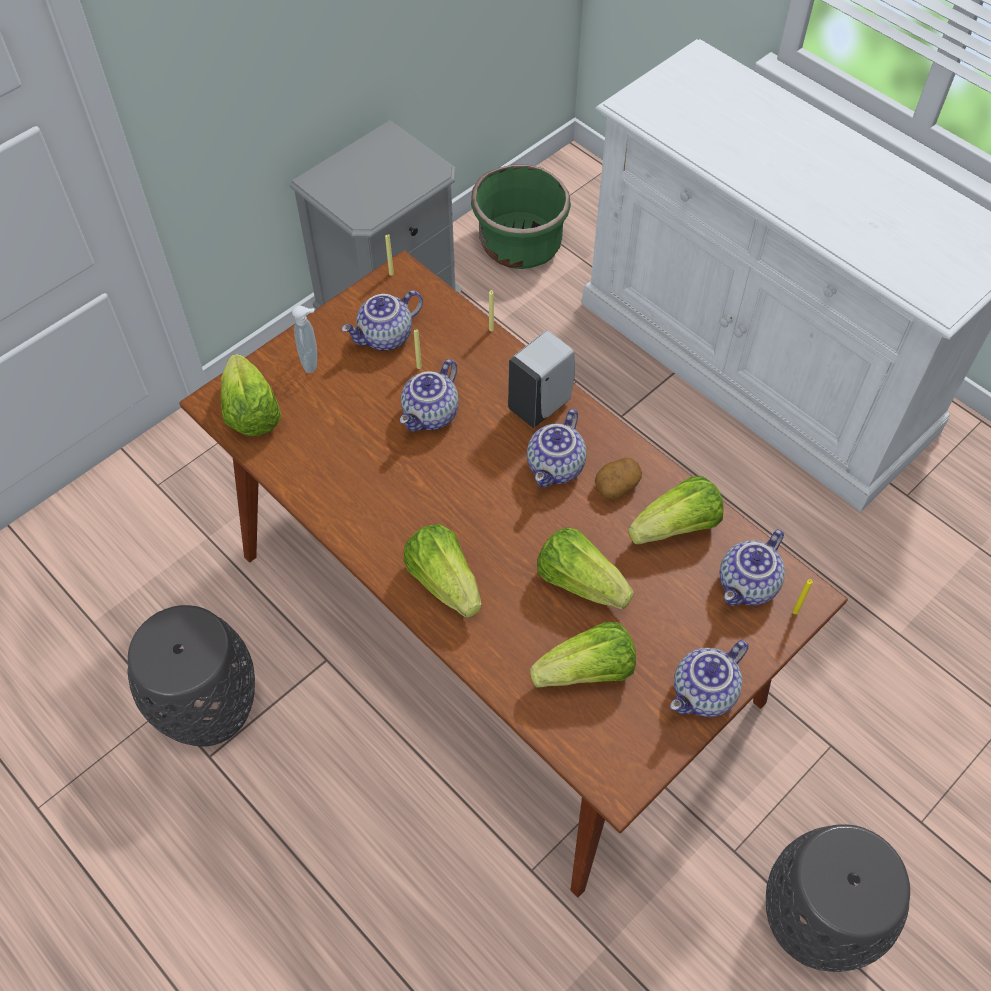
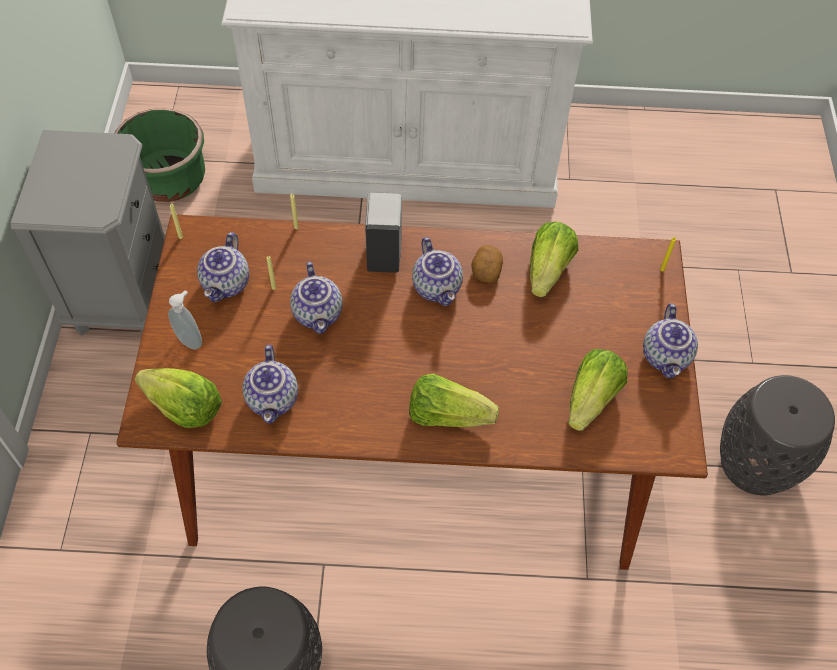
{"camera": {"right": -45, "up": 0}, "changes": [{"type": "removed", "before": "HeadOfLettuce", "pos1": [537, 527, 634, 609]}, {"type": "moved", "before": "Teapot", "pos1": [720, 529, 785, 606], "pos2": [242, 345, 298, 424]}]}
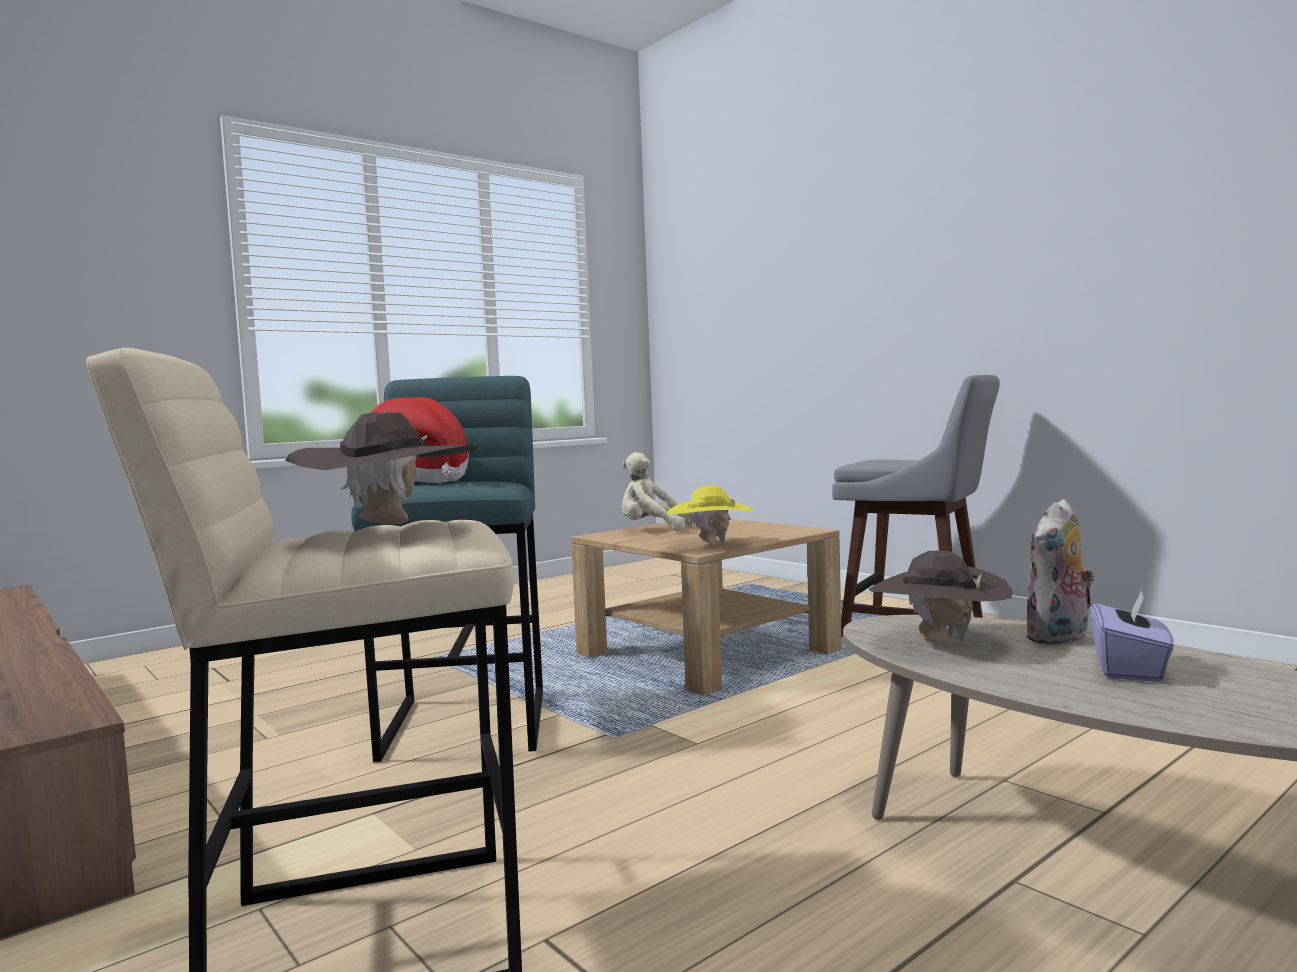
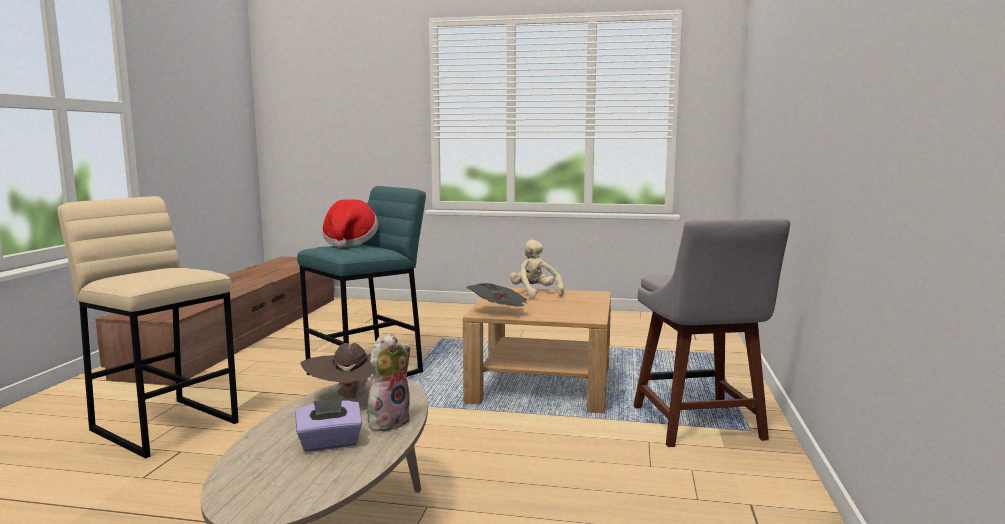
{"camera": {"right": 50, "up": 5}, "changes": [{"type": "removed", "before": "BrownishWearableHat", "pos1": [285, 412, 479, 525]}, {"type": "replaced", "before": "YellowWearableHat", "after": "PrintedPaper", "pos1": [667, 486, 754, 545], "pos2": [467, 283, 527, 307]}, {"type": "turned", "before": "PlushToy", "pos1": [1025, 499, 1095, 645], "pos2": [367, 333, 410, 432], "turn": 120}]}
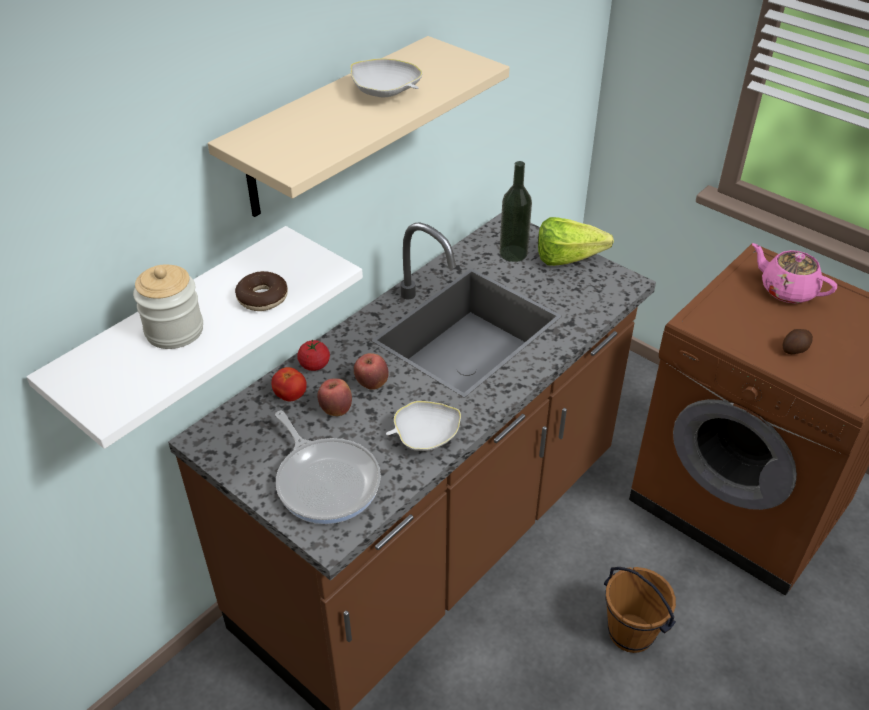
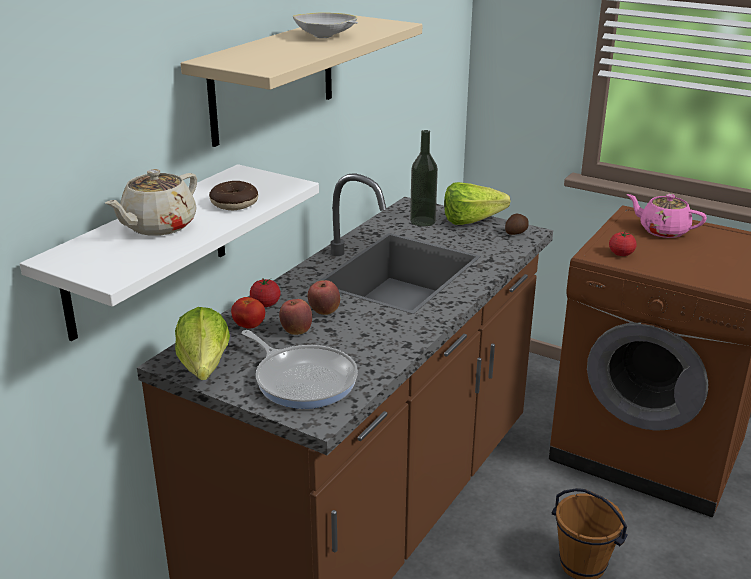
{"camera": {"right": -10, "up": -15}, "changes": [{"type": "replaced", "before": "Jar", "after": "BeigeTeapot", "pos1": [133, 264, 203, 349], "pos2": [105, 169, 197, 236]}, {"type": "removed", "before": "WhiteDeepDish", "pos1": [386, 401, 461, 451]}, {"type": "moved", "before": "WholePotato", "pos1": [783, 329, 813, 354], "pos2": [505, 214, 529, 235]}, {"type": "added", "after": "HeadOfLettuce", "pos2": [175, 307, 230, 380]}, {"type": "added", "after": "Tomato", "pos2": [609, 232, 637, 256]}]}
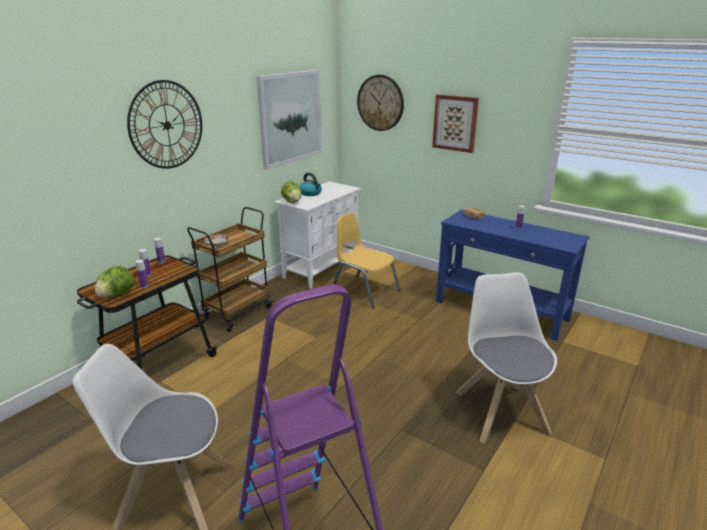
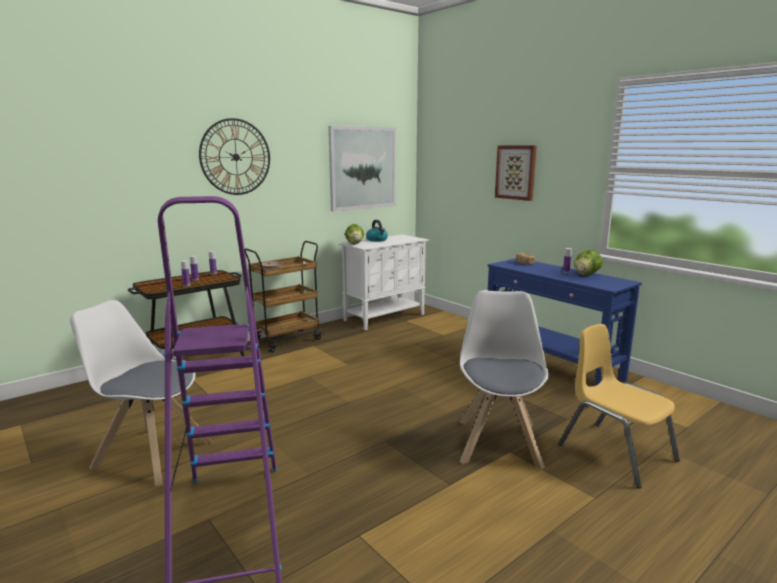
{"camera": {"right": 15, "up": -10}, "changes": [{"type": "moved", "before": "HeadOfLettuce", "pos1": [95, 266, 134, 298], "pos2": [574, 250, 603, 275]}, {"type": "moved", "before": "YellowUprightChair", "pos1": [333, 213, 400, 308], "pos2": [558, 324, 680, 489]}, {"type": "removed", "before": "ClockOnTheWall", "pos1": [357, 75, 404, 131]}]}
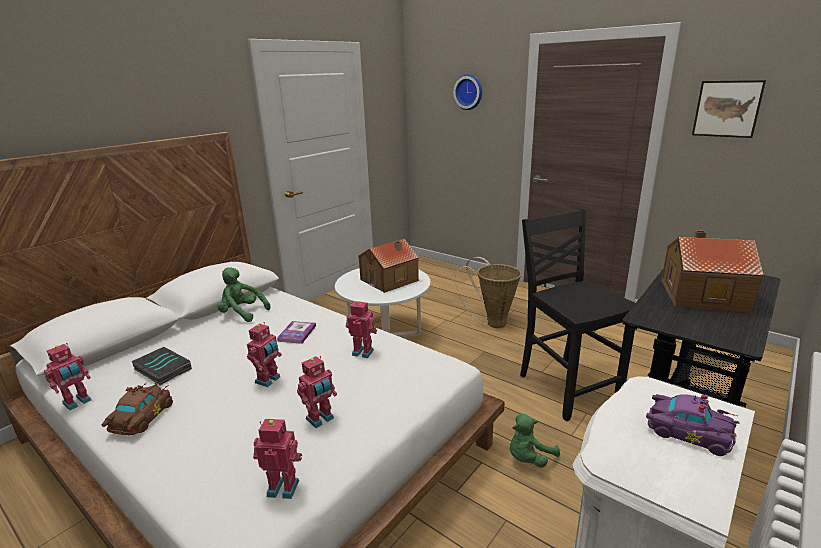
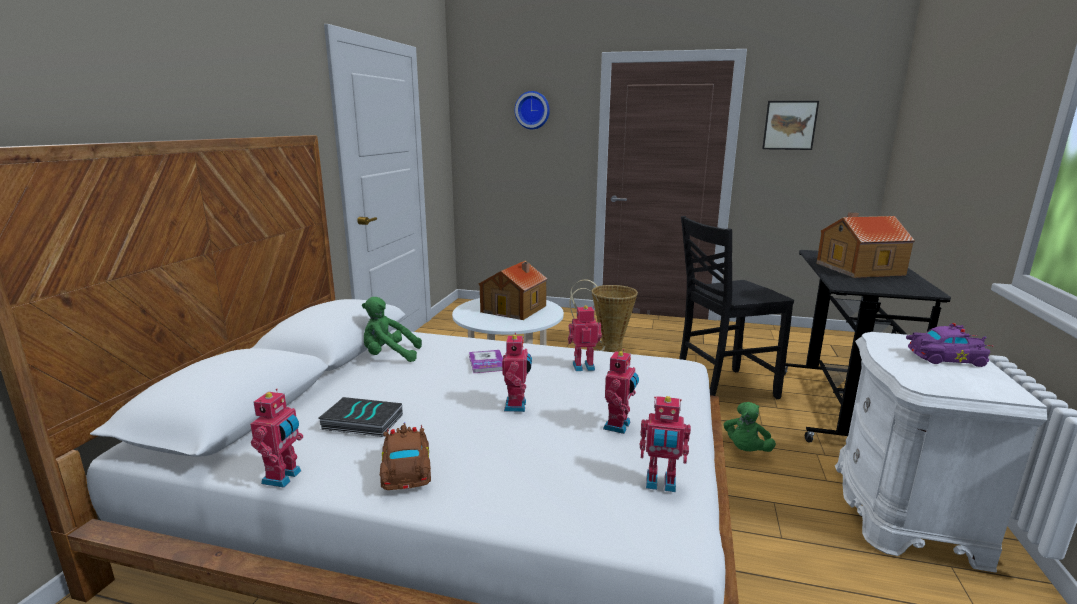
{"camera": {"right": -25, "up": -5}, "changes": [{"type": "turned", "before": "ToyRobot", "pos1": [253, 419, 302, 499], "pos2": [640, 396, 691, 492], "turn": -150}, {"type": "turned", "before": "BlackishUprightChair", "pos1": [520, 209, 635, 421], "pos2": [679, 216, 794, 399], "turn": -60}]}
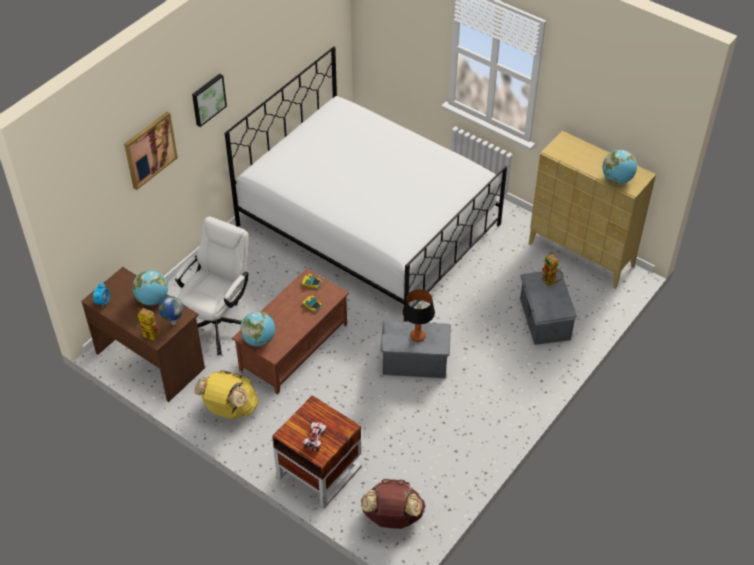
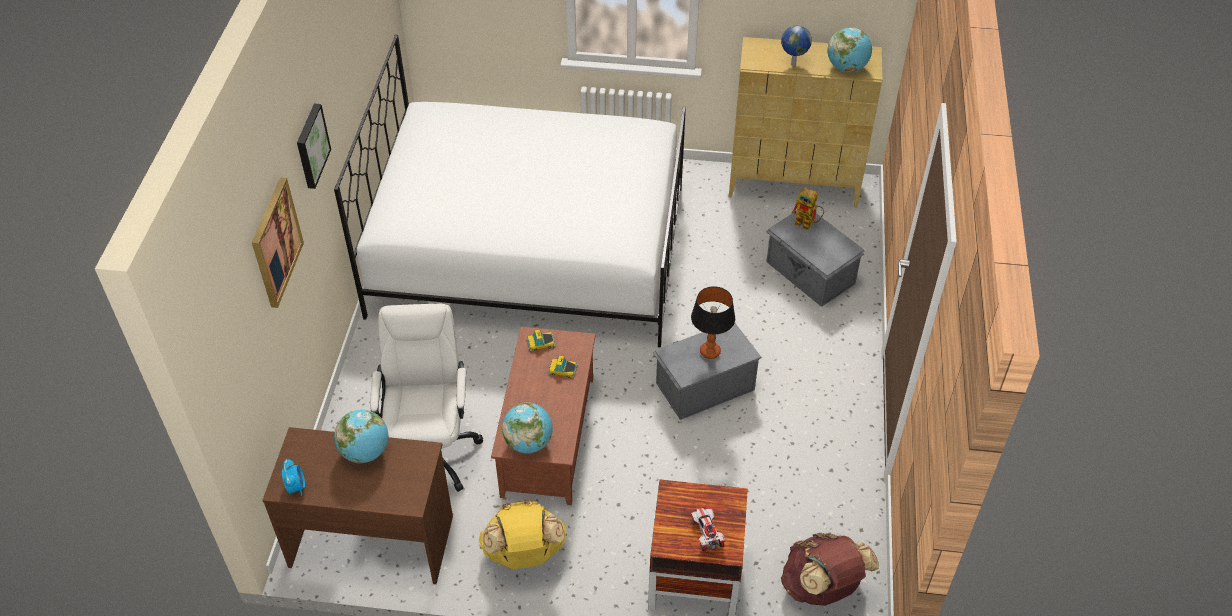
{"camera": {"right": -30, "up": 0}, "changes": [{"type": "removed", "before": "ToyRobot", "pos1": [133, 308, 160, 341]}, {"type": "moved", "before": "DeskGlobe", "pos1": [158, 296, 184, 325], "pos2": [781, 25, 812, 66]}]}
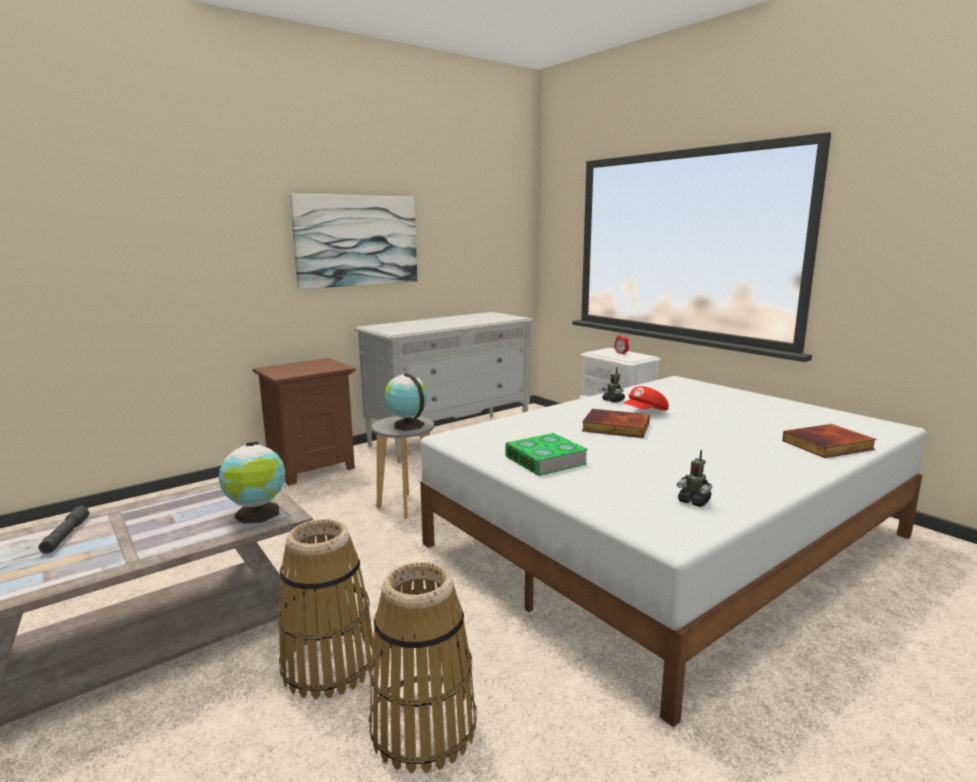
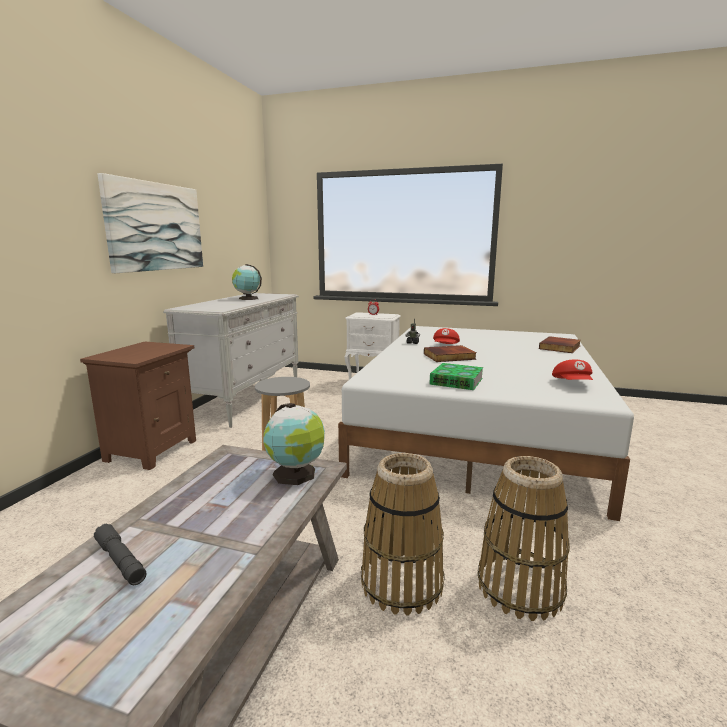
{"camera": {"right": -35, "up": 0}, "changes": [{"type": "moved", "before": "DeskGlobe", "pos1": [385, 373, 427, 431], "pos2": [232, 264, 262, 300]}, {"type": "replaced", "before": "ToyRobot", "after": "RedCap", "pos1": [677, 450, 712, 507], "pos2": [552, 359, 593, 380]}]}
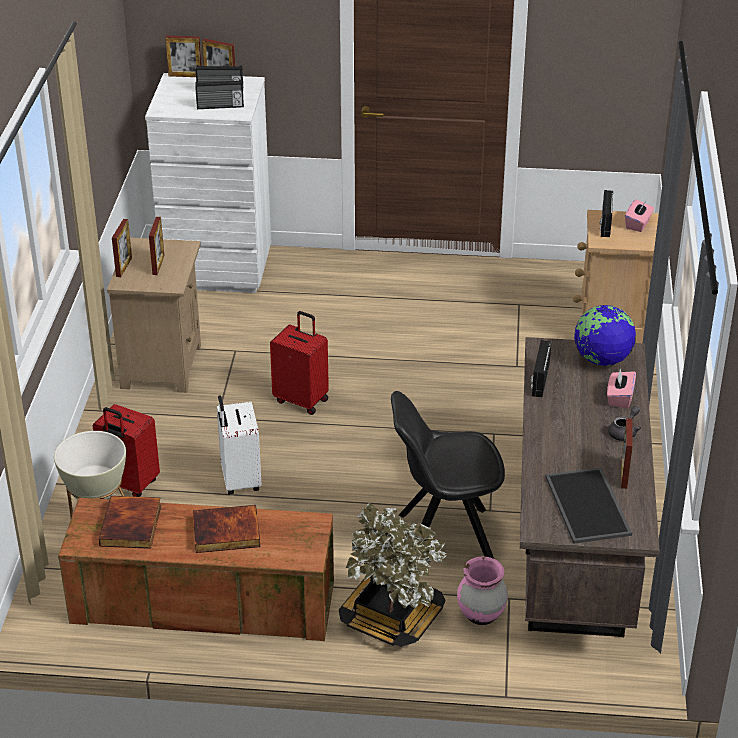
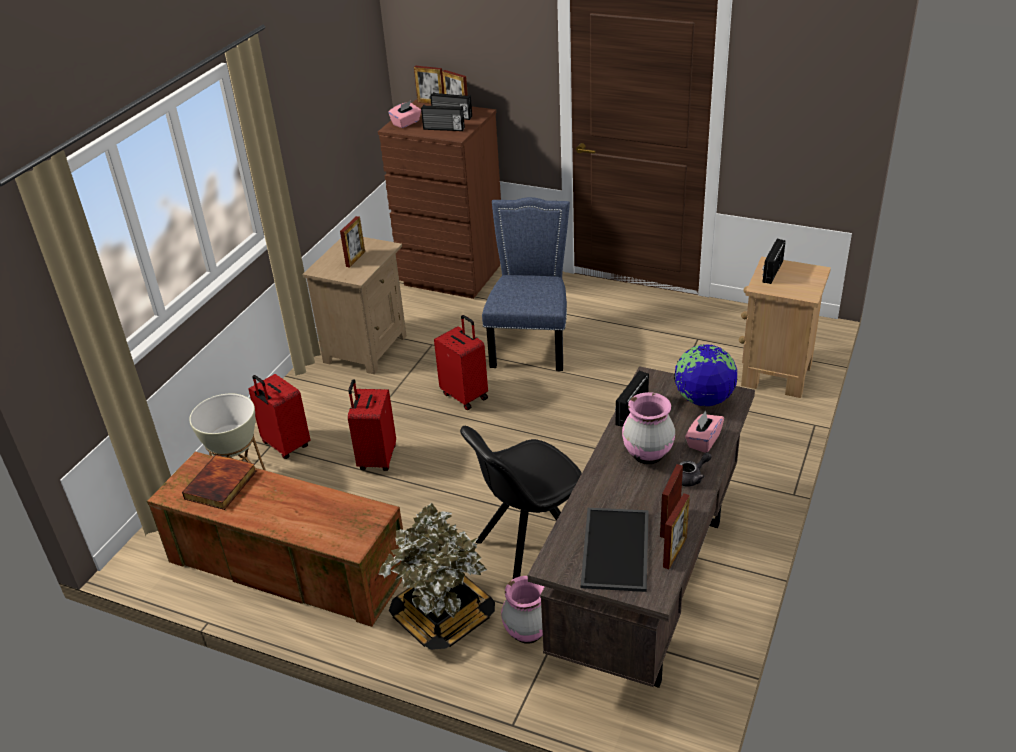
{"camera": {"right": 20, "up": 0}, "changes": [{"type": "moved", "before": "PictureFrame", "pos1": [112, 219, 132, 277], "pos2": [663, 493, 690, 569]}, {"type": "recoloured", "before": "WhiteDresser", "after": "BrownishDresser", "pos1": [145, 73, 271, 293], "pos2": [378, 100, 501, 299]}, {"type": "removed", "before": "BoundBook", "pos1": [193, 505, 260, 553]}, {"type": "recoloured", "before": "WhiteTravelCase", "after": "RedTravelCase", "pos1": [217, 395, 262, 494], "pos2": [348, 379, 396, 471]}, {"type": "turned", "before": "BlackishUprightChair", "pos1": [391, 391, 505, 559], "pos2": [460, 426, 582, 579], "turn": -45}, {"type": "moved", "before": "PinkTissueHolder", "pos1": [625, 199, 654, 232], "pos2": [388, 101, 421, 128]}, {"type": "added", "after": "BlueColouredUprightChair", "pos2": [482, 197, 570, 371]}, {"type": "added", "after": "PinkVase", "pos2": [622, 392, 675, 464]}]}
